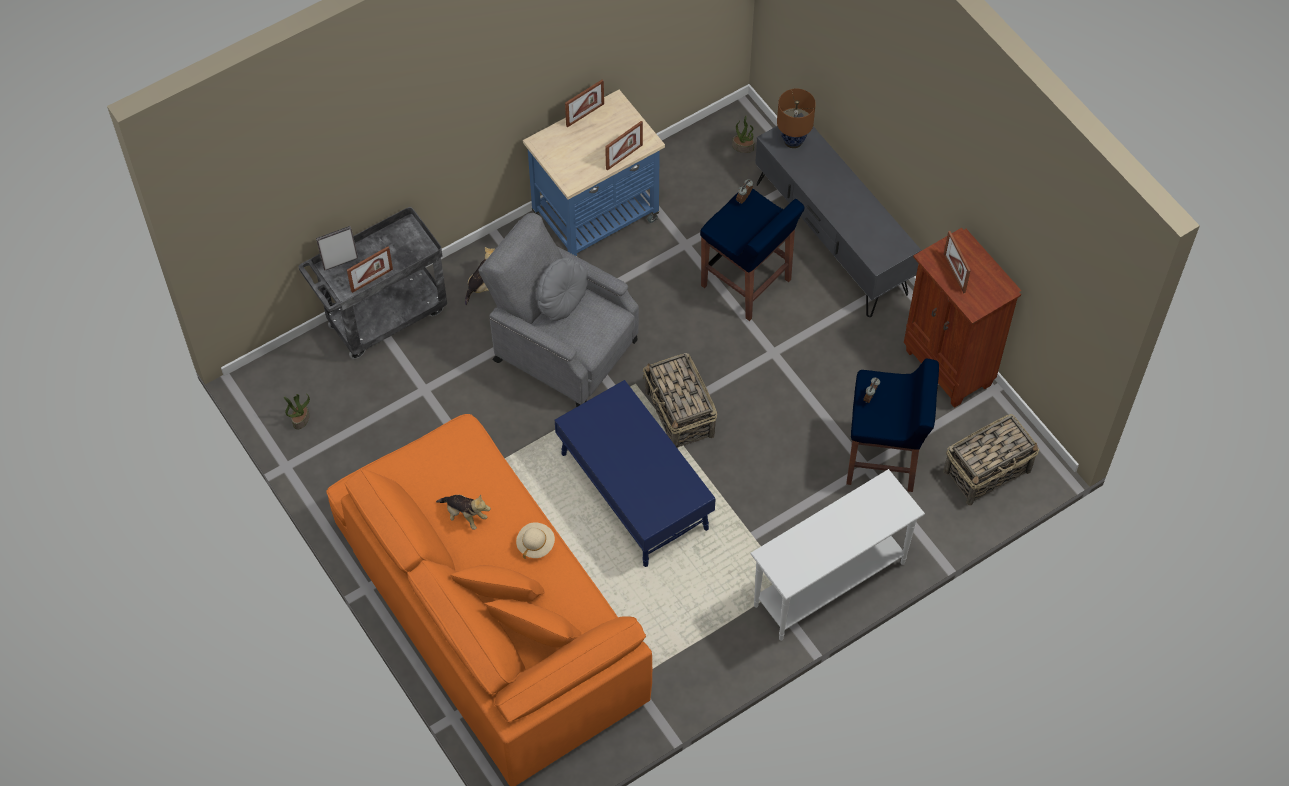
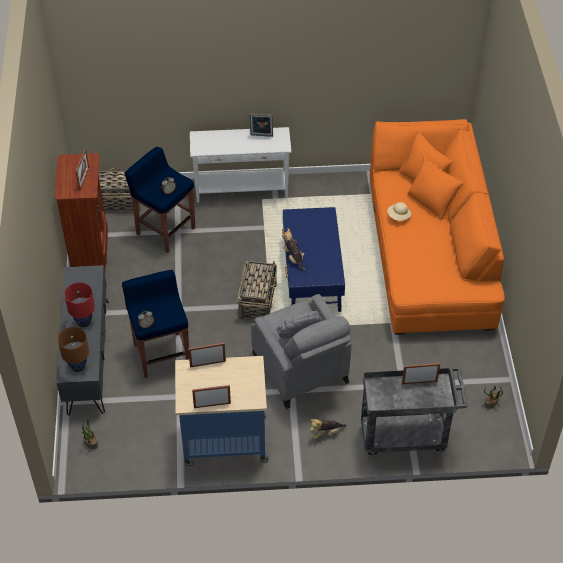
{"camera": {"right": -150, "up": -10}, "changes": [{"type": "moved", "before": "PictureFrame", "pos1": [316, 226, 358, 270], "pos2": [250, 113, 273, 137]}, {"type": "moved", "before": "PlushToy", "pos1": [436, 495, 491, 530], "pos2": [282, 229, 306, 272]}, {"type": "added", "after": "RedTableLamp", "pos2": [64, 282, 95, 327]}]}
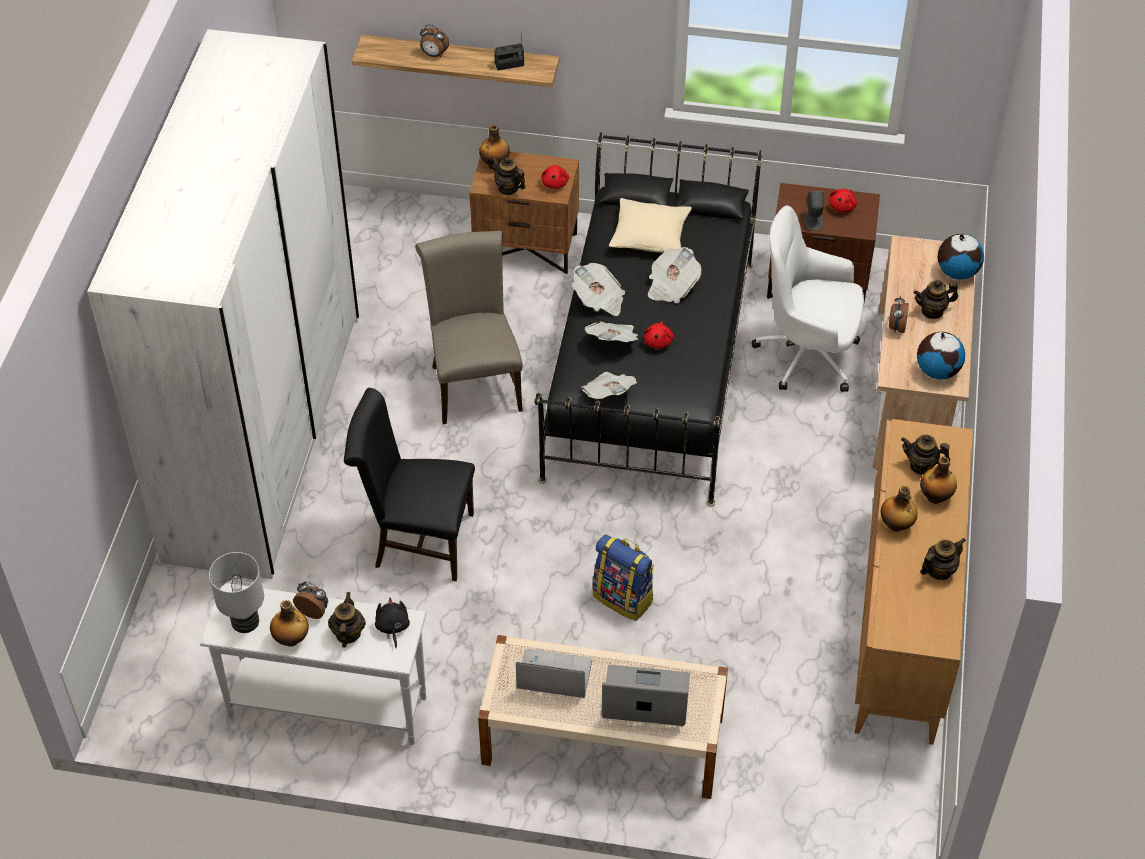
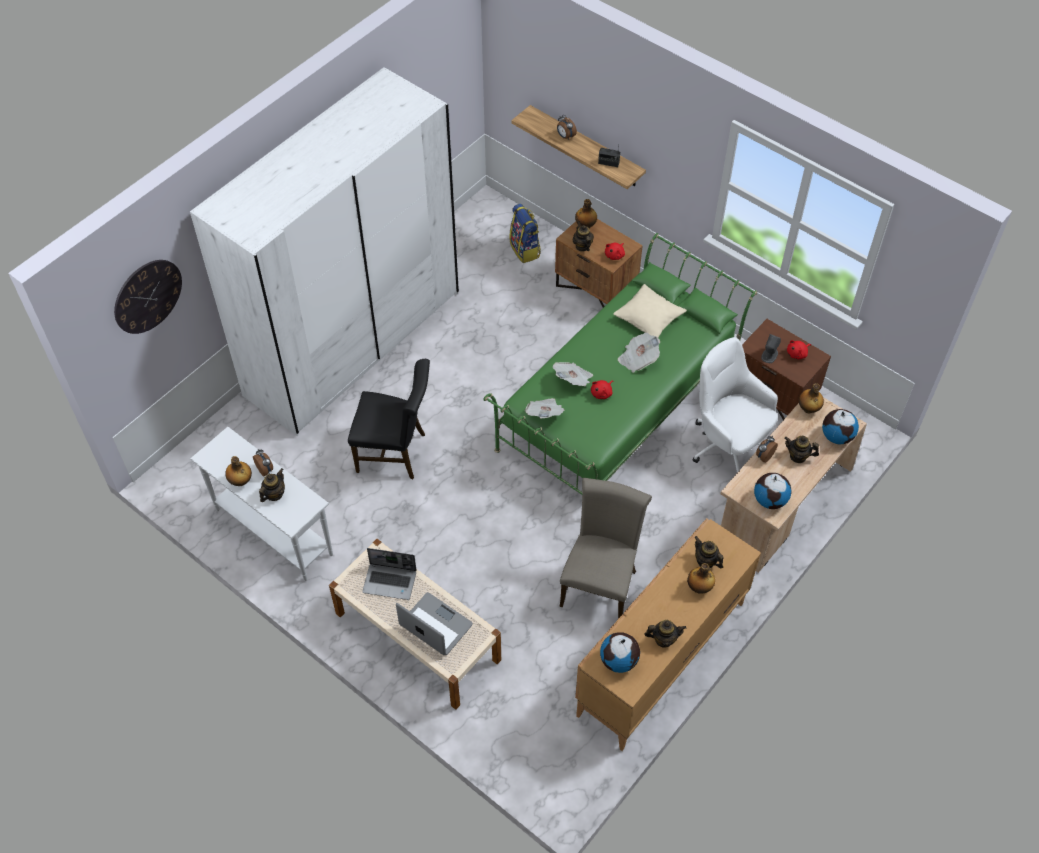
{"camera": {"right": 30, "up": 5}, "changes": [{"type": "removed", "before": "GreyishTableLamp", "pos1": [209, 552, 264, 633]}, {"type": "turned", "before": "BlackishUprightChair", "pos1": [344, 388, 475, 581], "pos2": [348, 359, 430, 480], "turn": 150}, {"type": "removed", "before": "BlackishPlushToy", "pos1": [375, 597, 410, 648]}, {"type": "moved", "before": "BeigeUprightChair", "pos1": [415, 231, 523, 424], "pos2": [560, 478, 652, 619]}, {"type": "turned", "before": "Laptop", "pos1": [516, 649, 592, 698], "pos2": [362, 548, 417, 600], "turn": 150}, {"type": "recoloured", "before": "BlackishBedroomBed", "after": "GreenBedroomBed", "pos1": [534, 132, 763, 506], "pos2": [484, 233, 757, 495]}, {"type": "removed", "before": "PrintedPaper", "pos1": [573, 263, 625, 316]}, {"type": "moved", "before": "Rucksack", "pos1": [593, 534, 654, 621], "pos2": [509, 204, 541, 263]}, {"type": "moved", "before": "Bottle", "pos1": [881, 486, 918, 532], "pos2": [799, 383, 824, 413]}, {"type": "added", "after": "ClockOnTheWall", "pos2": [114, 260, 182, 334]}, {"type": "added", "after": "DeskGlobe", "pos2": [600, 632, 640, 673]}]}
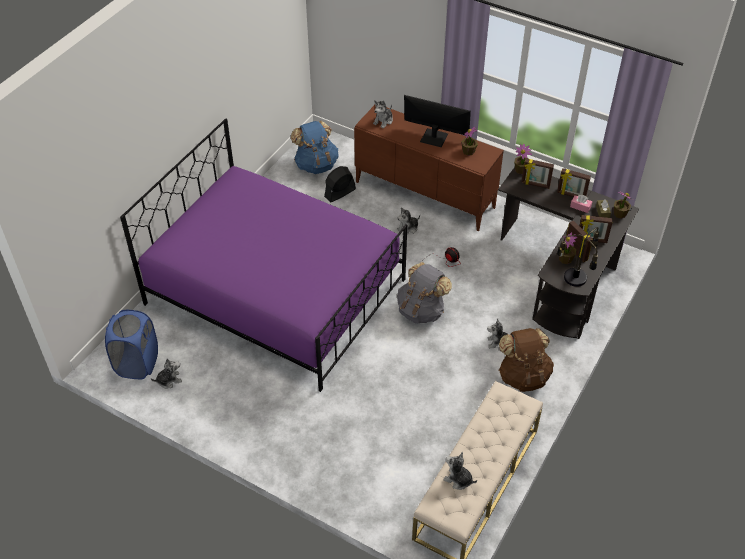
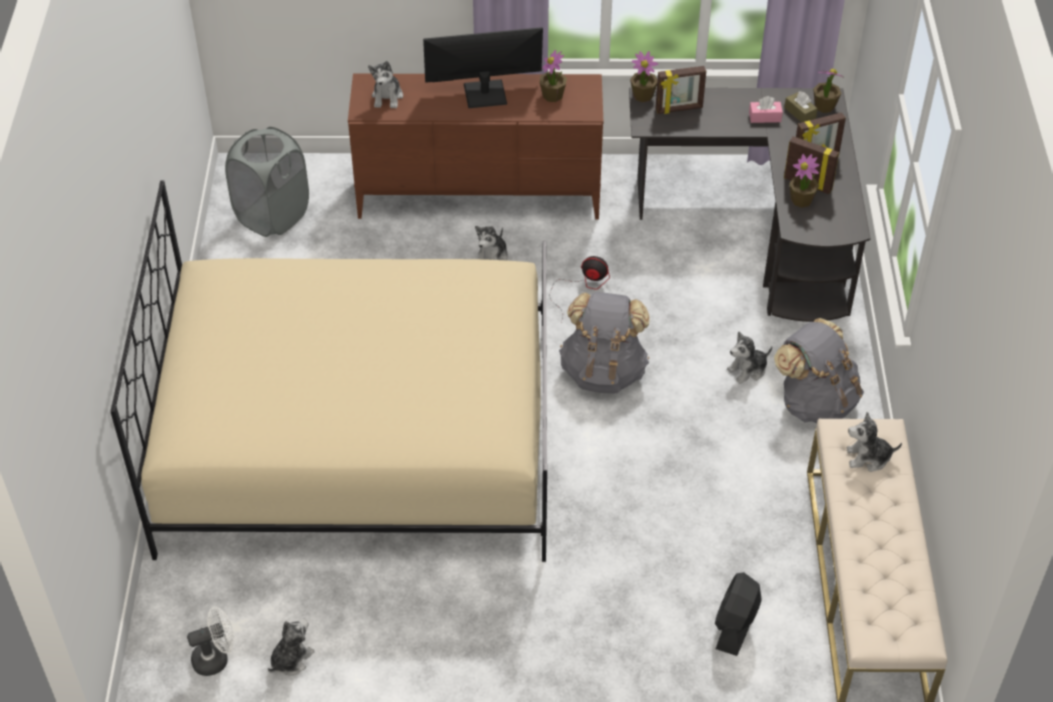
{"camera": {"right": -30, "up": 0}, "changes": [{"type": "replaced", "before": "BlueColouredWashingBasket", "after": "WhiteFan", "pos1": [105, 310, 158, 379], "pos2": [187, 607, 234, 676]}, {"type": "recoloured", "before": "PurpleBedroomBed", "after": "BeigeBedroomBed", "pos1": [120, 118, 407, 392], "pos2": [110, 180, 547, 562]}, {"type": "replaced", "before": "BlueColouredRucksack", "after": "GreyishWashingBasket", "pos1": [291, 121, 339, 174], "pos2": [225, 127, 309, 237]}, {"type": "moved", "before": "BlackishFan", "pos1": [324, 166, 356, 202], "pos2": [715, 572, 762, 656]}, {"type": "moved", "before": "PlushToy", "pos1": [443, 452, 477, 490], "pos2": [846, 412, 902, 472]}, {"type": "recoloured", "before": "BrownishRucksack", "after": "GreyishRucksack", "pos1": [499, 328, 554, 392], "pos2": [774, 318, 864, 423]}, {"type": "removed", "before": "PictureFrame", "pos1": [557, 168, 591, 197]}, {"type": "removed", "before": "TableLamp", "pos1": [557, 227, 599, 287]}]}
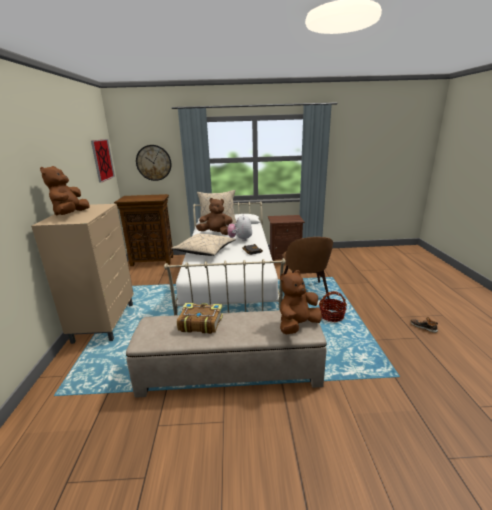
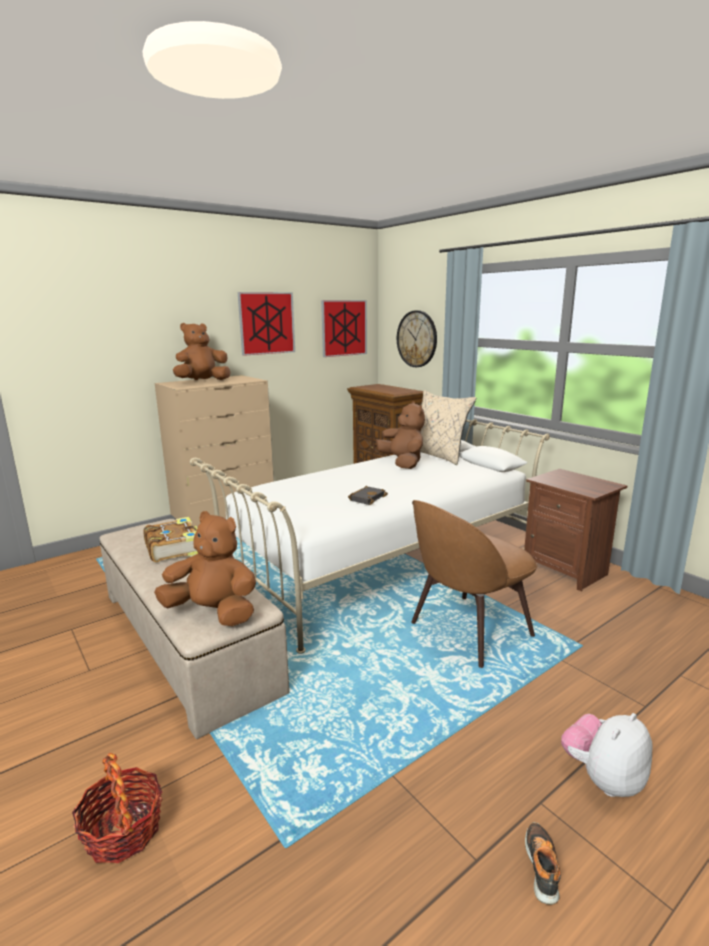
{"camera": {"right": 55, "up": -5}, "changes": [{"type": "removed", "before": "BeigePillow", "pos1": [171, 234, 236, 256]}, {"type": "moved", "before": "PlushToy", "pos1": [227, 214, 252, 241], "pos2": [561, 713, 653, 797]}, {"type": "moved", "before": "Basket", "pos1": [319, 291, 347, 322], "pos2": [72, 753, 162, 863]}, {"type": "added", "after": "WallArt", "pos2": [238, 292, 295, 356]}]}
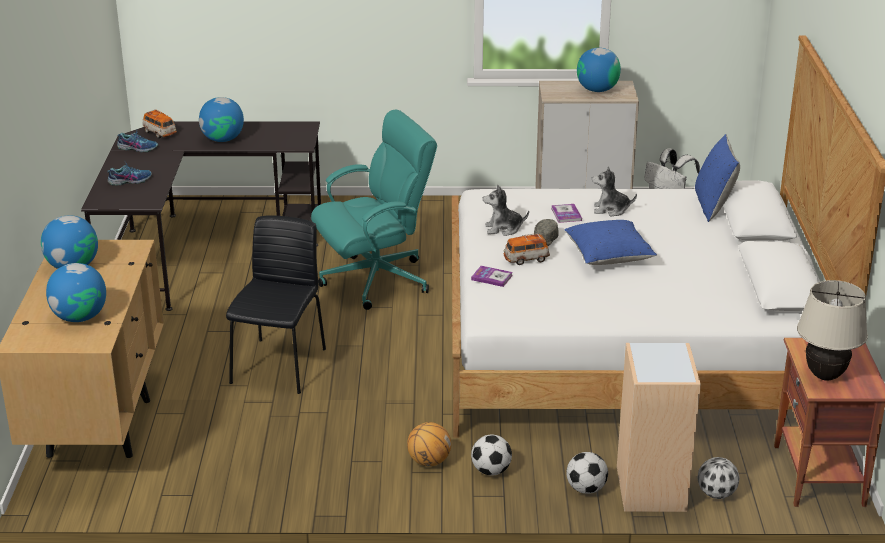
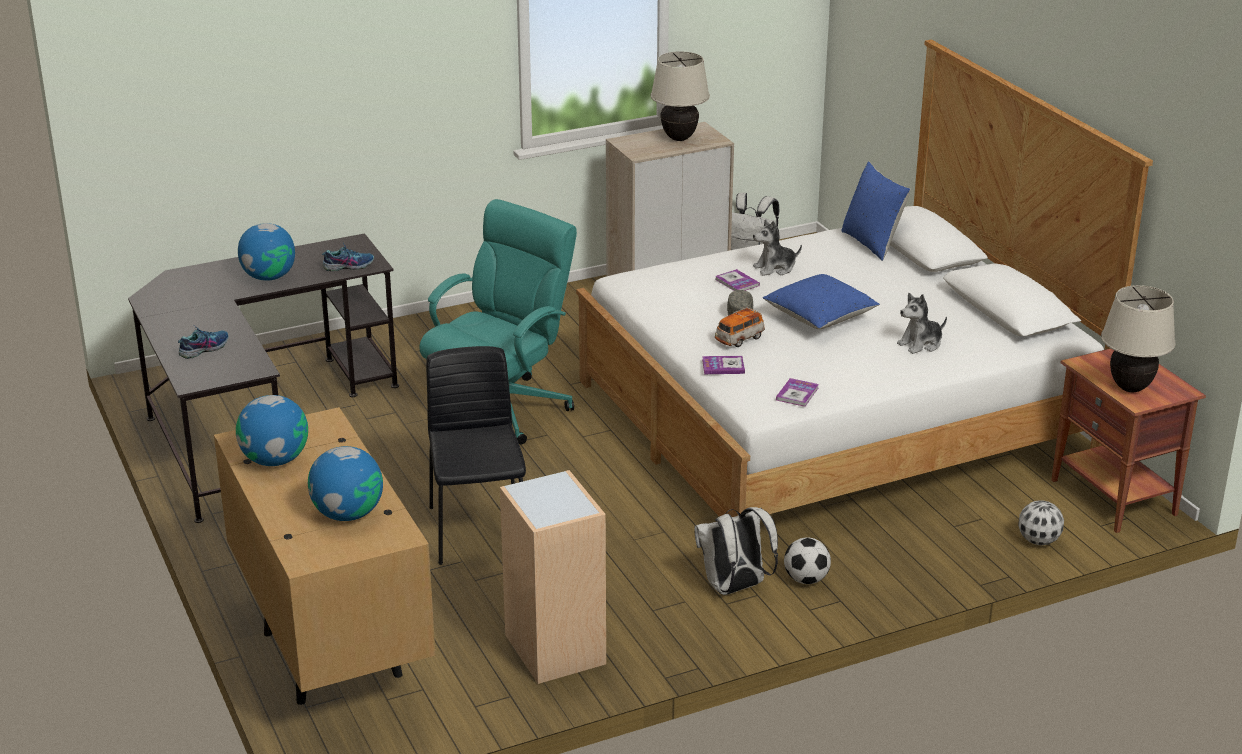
{"camera": {"right": -25, "up": 0}, "changes": [{"type": "moved", "before": "Shoe", "pos1": [117, 131, 158, 152], "pos2": [322, 243, 374, 271]}, {"type": "removed", "before": "ModelCar", "pos1": [143, 109, 177, 138]}, {"type": "replaced", "before": "BallForBasketball", "after": "WhiteRucksack", "pos1": [407, 422, 451, 466], "pos2": [694, 507, 778, 595]}, {"type": "moved", "before": "PlushToy", "pos1": [483, 185, 529, 236], "pos2": [897, 293, 947, 354]}, {"type": "removed", "before": "FootballBall", "pos1": [566, 452, 608, 494]}, {"type": "replaced", "before": "DeskGlobe", "after": "BeigeTableLamp", "pos1": [577, 48, 621, 92], "pos2": [651, 52, 710, 141]}, {"type": "moved", "before": "Bookcase", "pos1": [617, 343, 701, 512], "pos2": [500, 470, 606, 684]}, {"type": "added", "after": "BoundBook", "pos2": [776, 378, 819, 407]}]}
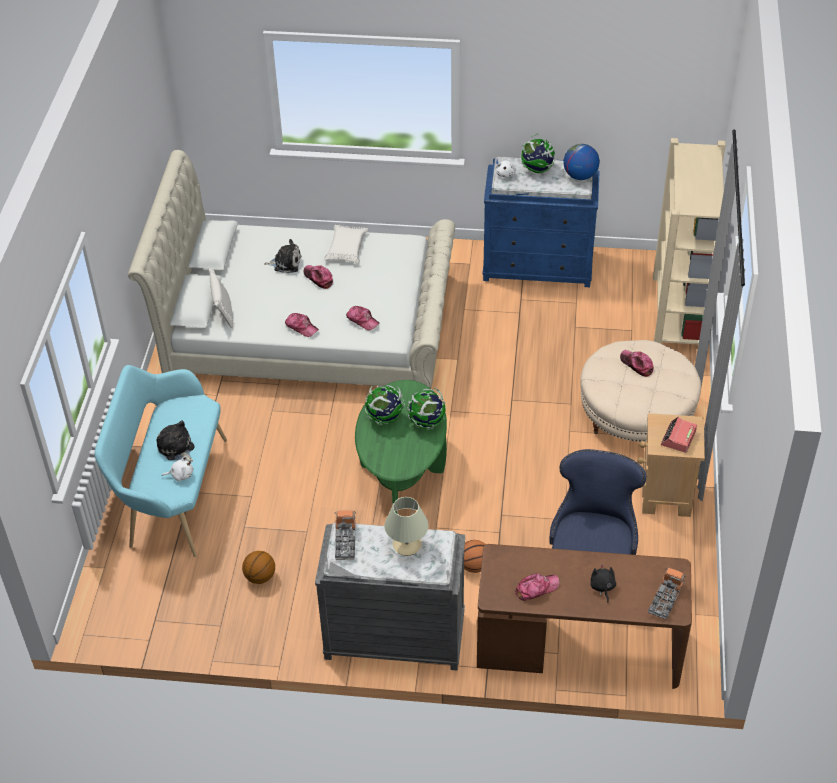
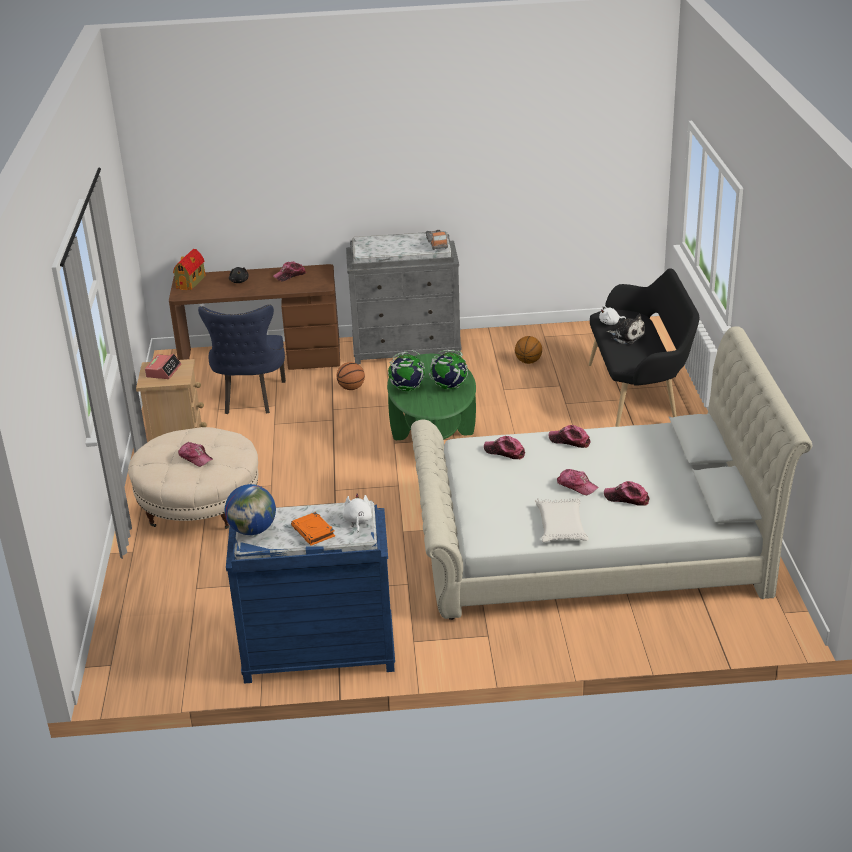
{"camera": {"right": 170, "up": -15}, "changes": [{"type": "recoloured", "before": "TurquoiseLongSeat", "after": "BlackishLongSeat", "pos1": [95, 365, 227, 557], "pos2": [589, 268, 699, 427]}, {"type": "removed", "before": "WhitePillow", "pos1": [209, 268, 235, 328]}, {"type": "replaced", "before": "PlushToy", "after": "Cap", "pos1": [264, 239, 301, 273], "pos2": [604, 481, 650, 506]}, {"type": "removed", "before": "BeigeTableLamp", "pos1": [384, 497, 428, 556]}, {"type": "replaced", "before": "DeskGlobe", "after": "OrangeColouredBoundBook", "pos1": [521, 134, 556, 173], "pos2": [291, 512, 335, 546]}, {"type": "replaced", "before": "ModelTruck", "after": "MiniatureHouse", "pos1": [648, 568, 686, 620], "pos2": [173, 249, 206, 290]}, {"type": "removed", "before": "BeigeBookcase", "pos1": [653, 138, 726, 344]}]}
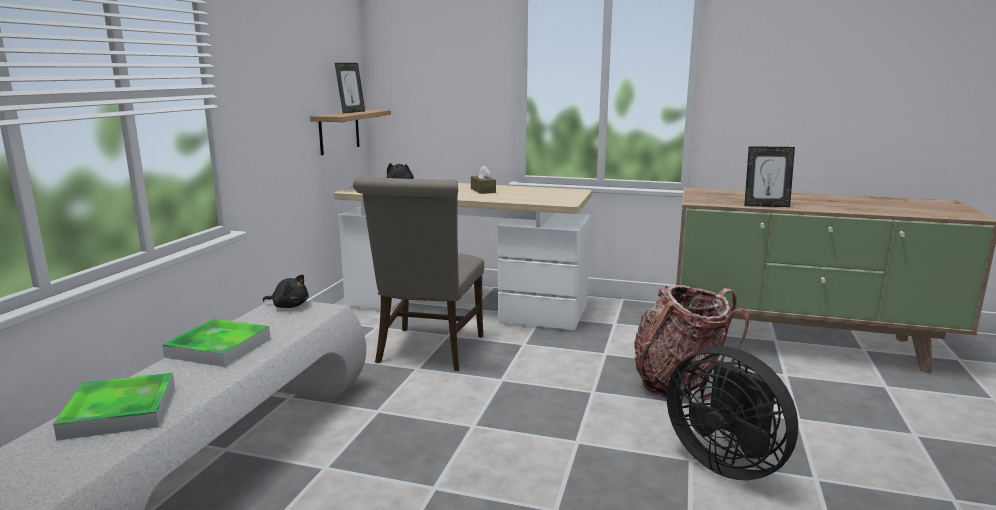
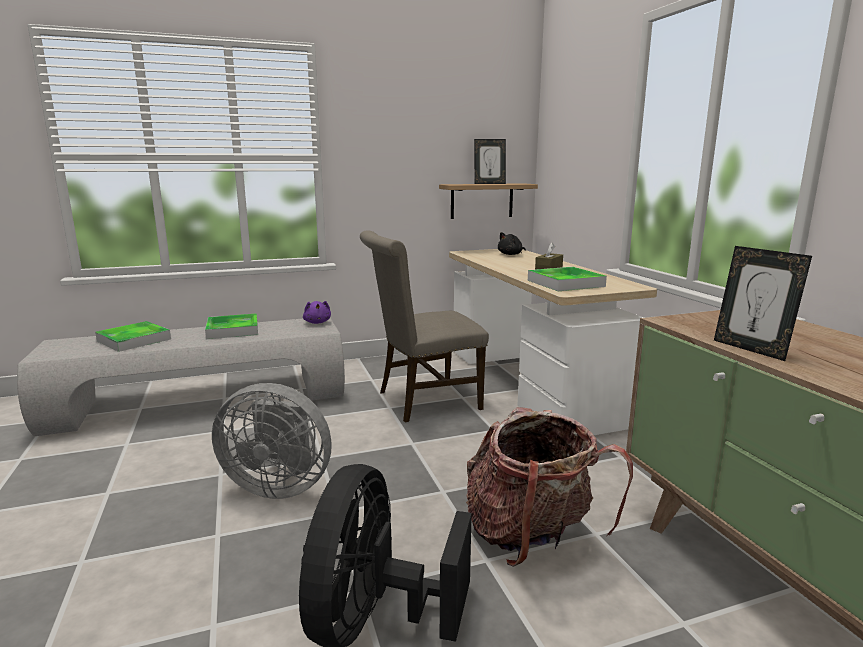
{"camera": {"right": 55, "up": 0}, "changes": [{"type": "recoloured", "before": "BlackishPlushToy", "after": "PurplePlushToy", "pos1": [263, 274, 309, 308], "pos2": [303, 301, 331, 324]}, {"type": "added", "after": "GreyishFan", "pos2": [212, 383, 332, 499]}, {"type": "added", "after": "CarryingTray", "pos2": [528, 267, 607, 291]}]}
